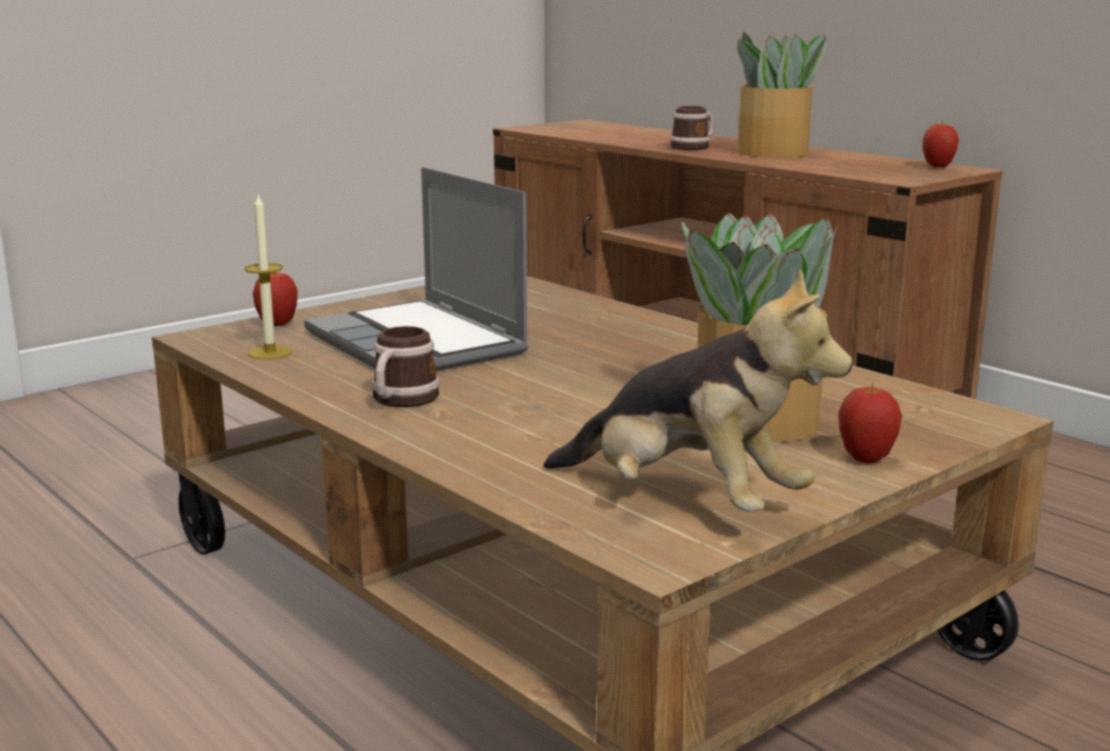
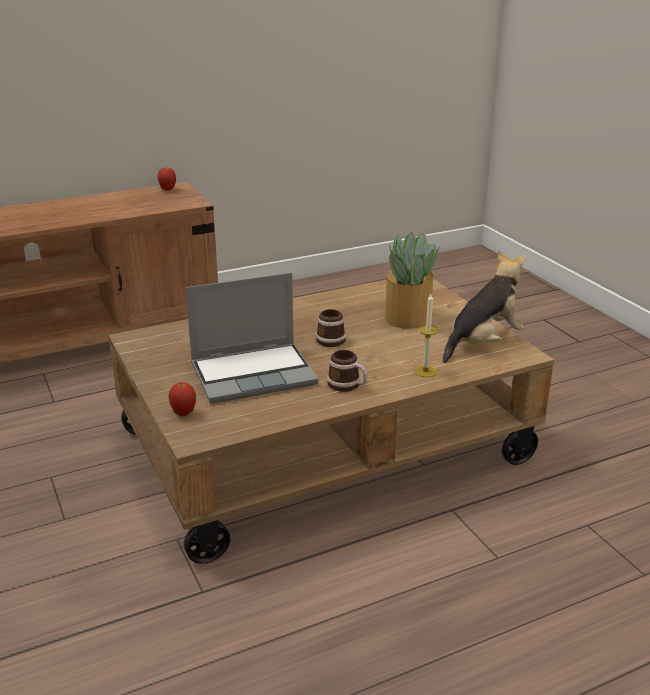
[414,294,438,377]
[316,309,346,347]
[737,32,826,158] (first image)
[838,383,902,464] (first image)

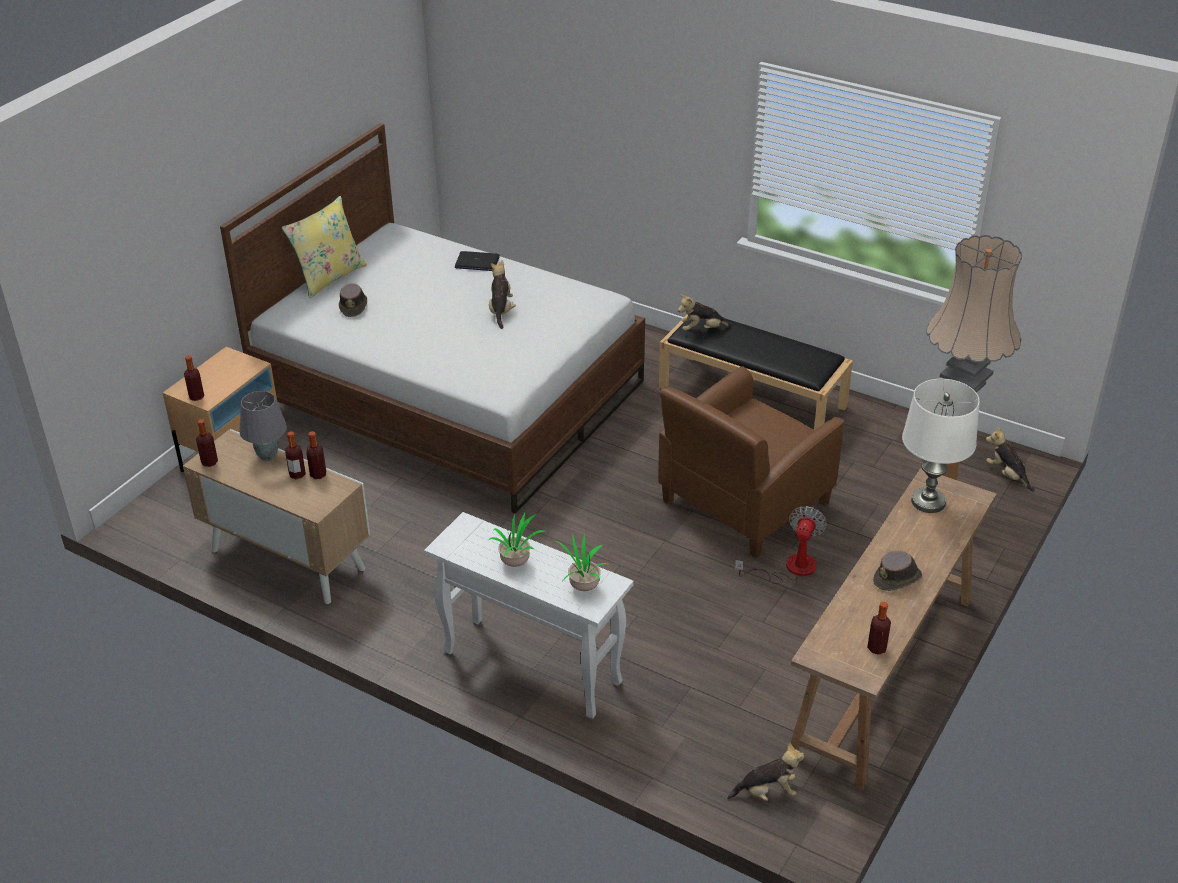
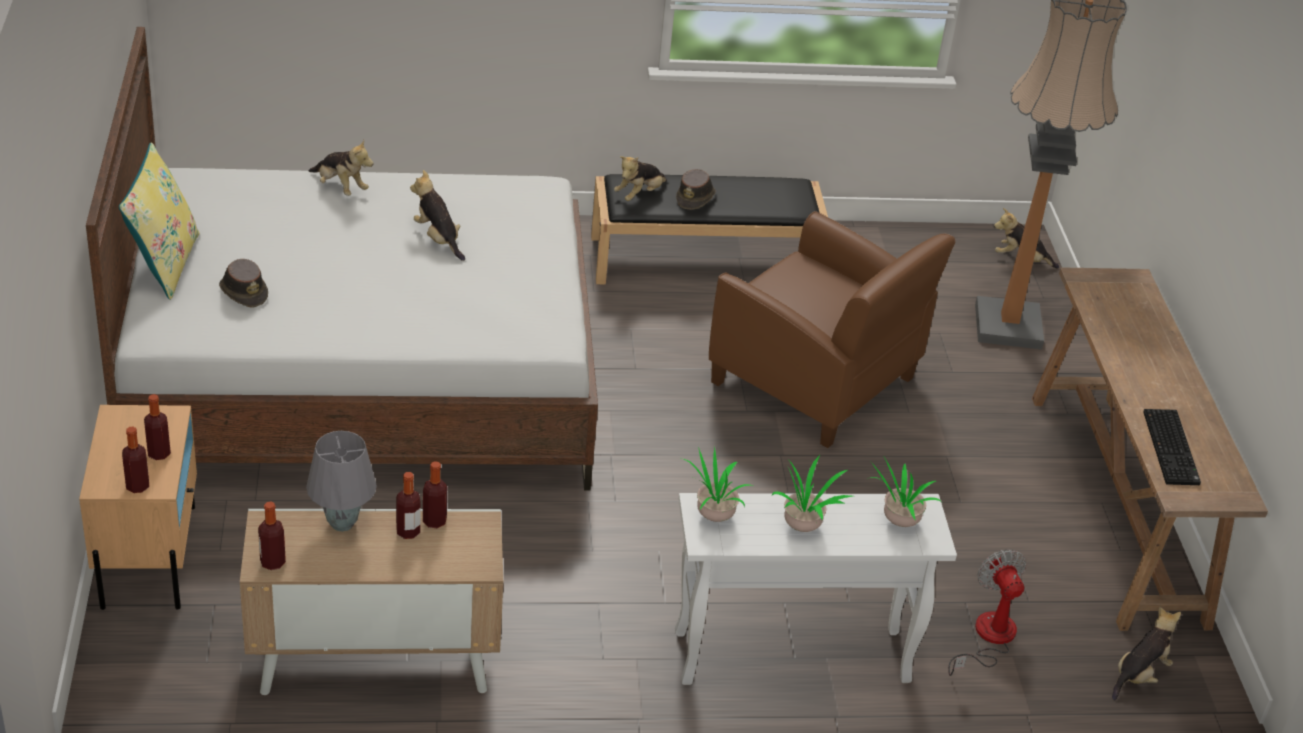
[309,140,374,196]
[709,211,955,448]
[948,549,1026,676]
[144,394,171,460]
[676,169,716,210]
[902,379,980,513] (first image)
[684,447,753,522]
[1143,409,1201,485]

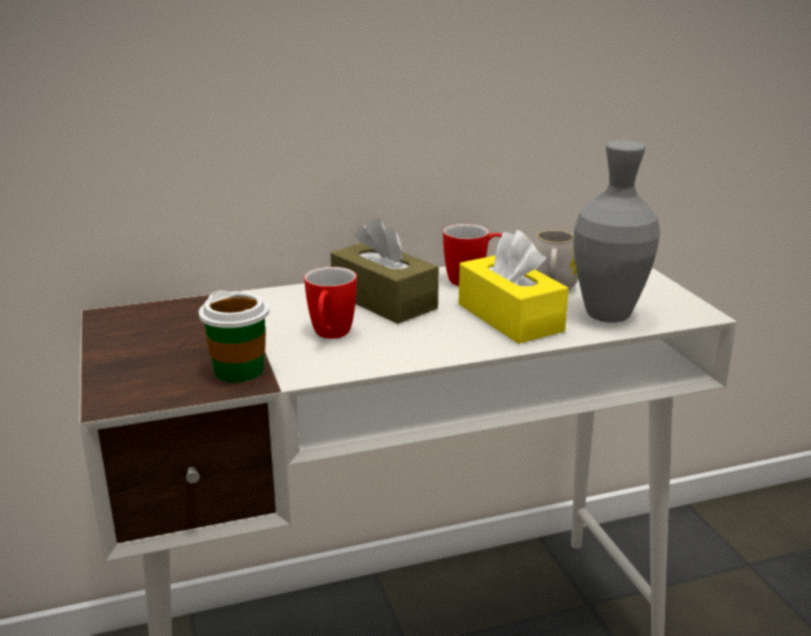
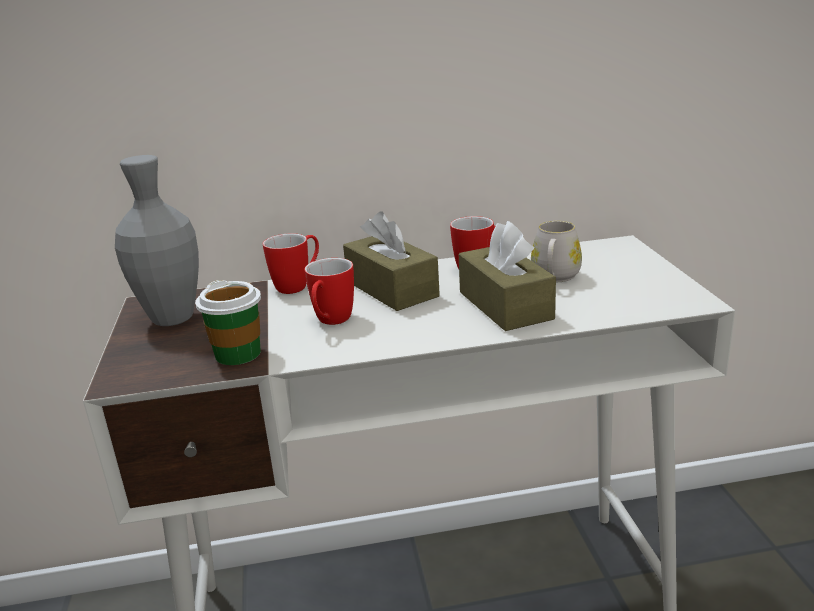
[459,221,556,331]
[115,155,199,326]
[263,233,319,294]

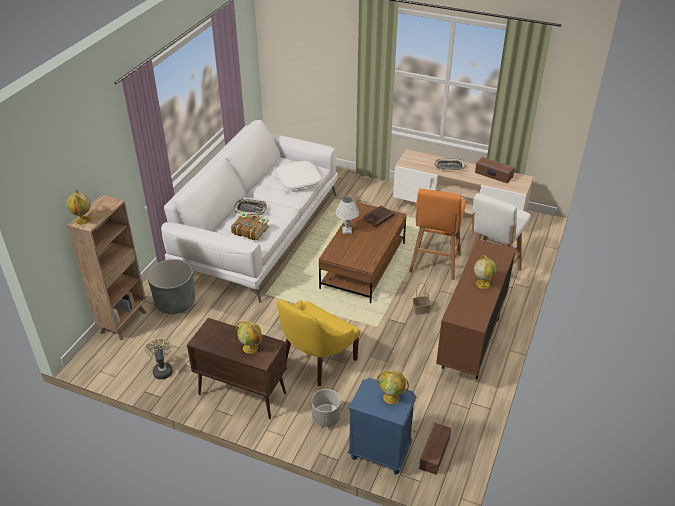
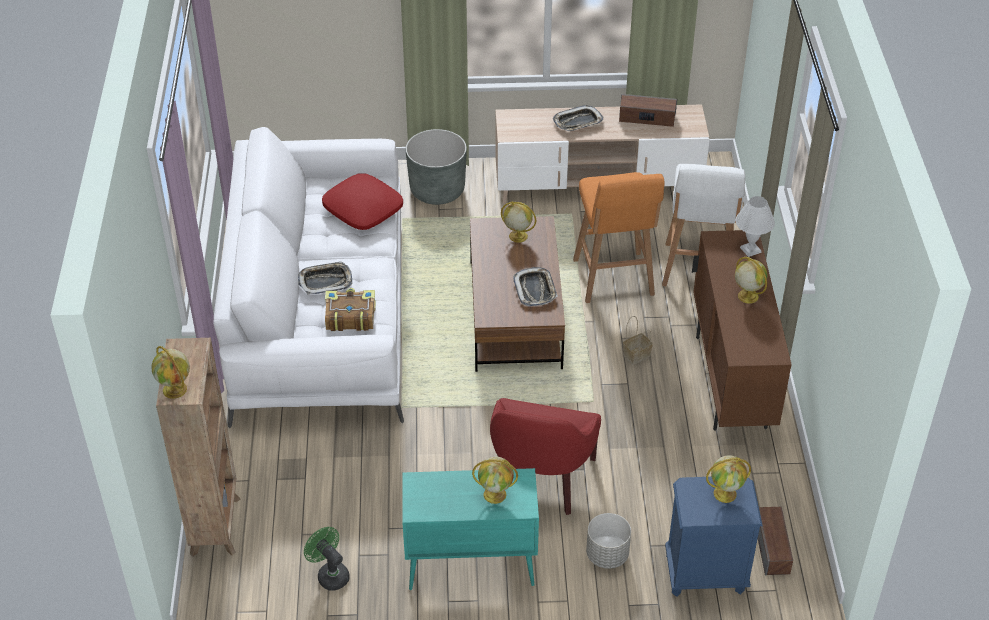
[304,527,350,591]
[406,129,467,205]
[402,468,539,590]
[322,173,403,230]
[490,398,601,515]
[736,196,775,257]
[501,201,536,243]
[513,267,558,306]

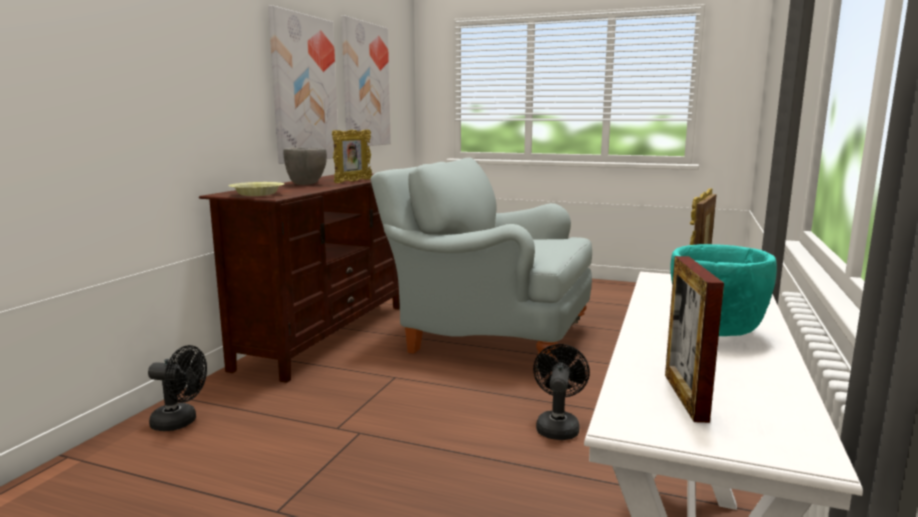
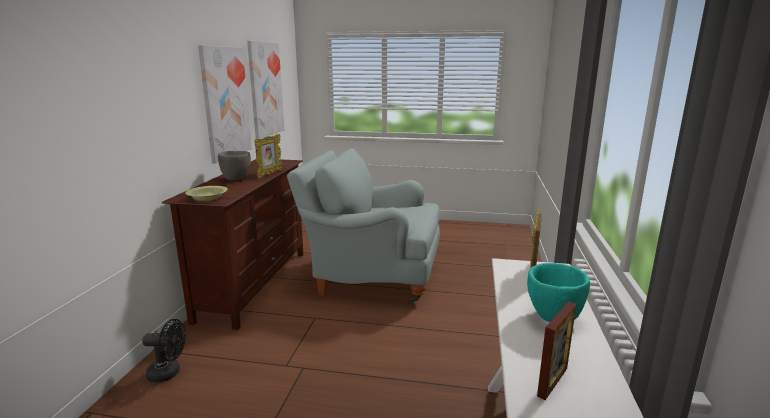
[533,344,590,440] (first image)
[537,302,576,400]

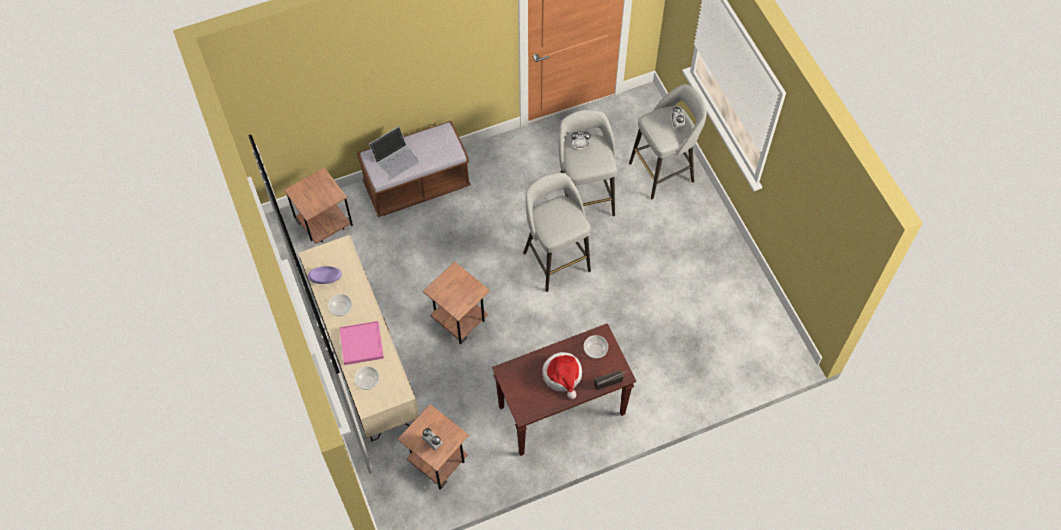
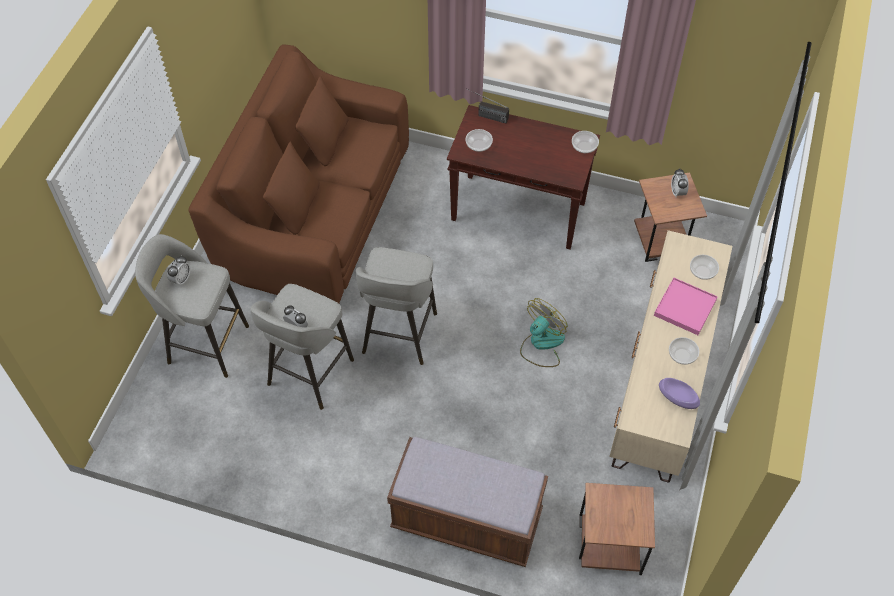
[369,126,419,179] (first image)
[520,298,568,367]
[542,352,582,399] (first image)
[189,44,409,303]
[572,131,599,153]

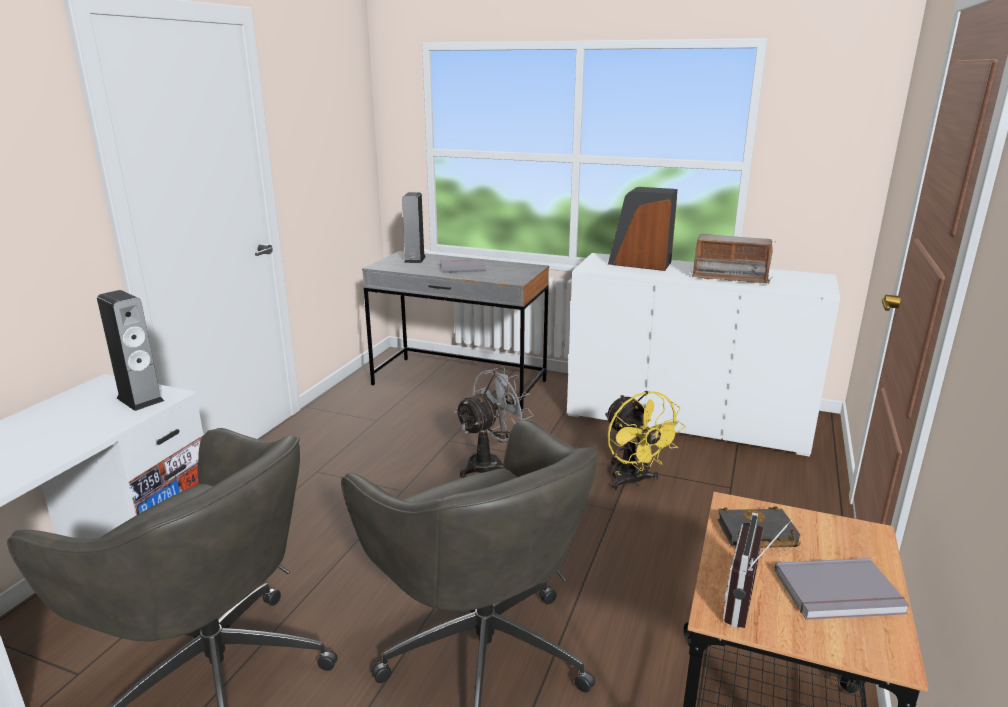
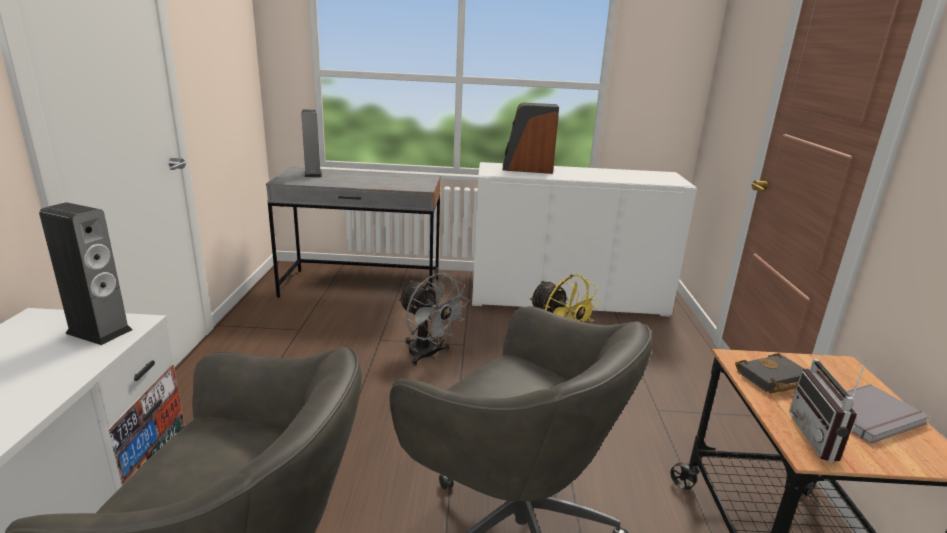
[441,259,486,273] (first image)
[398,273,470,366]
[691,234,776,284] (first image)

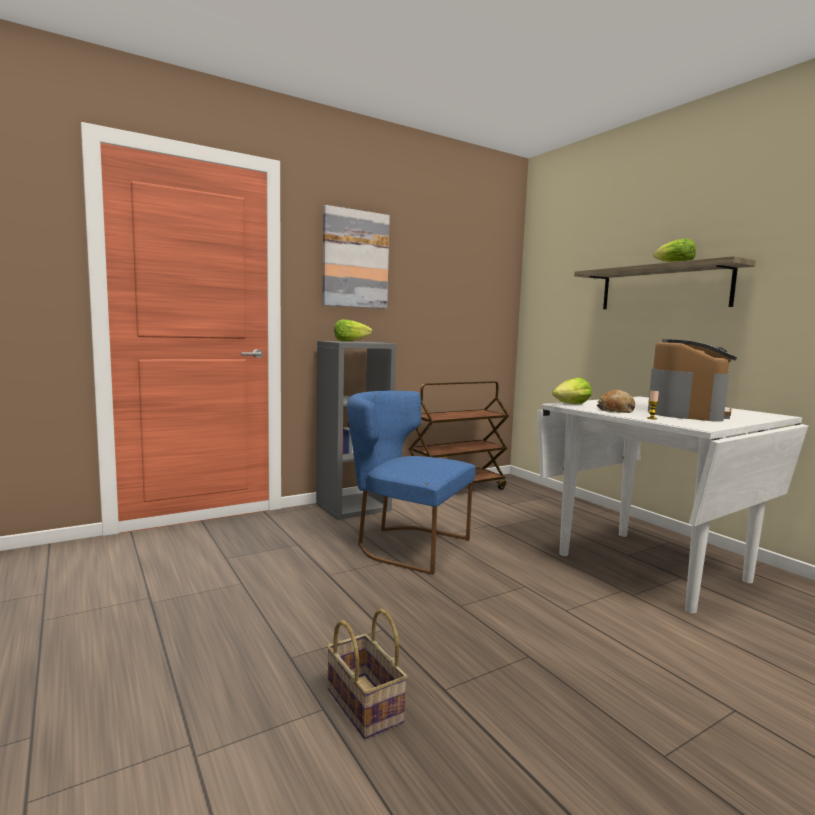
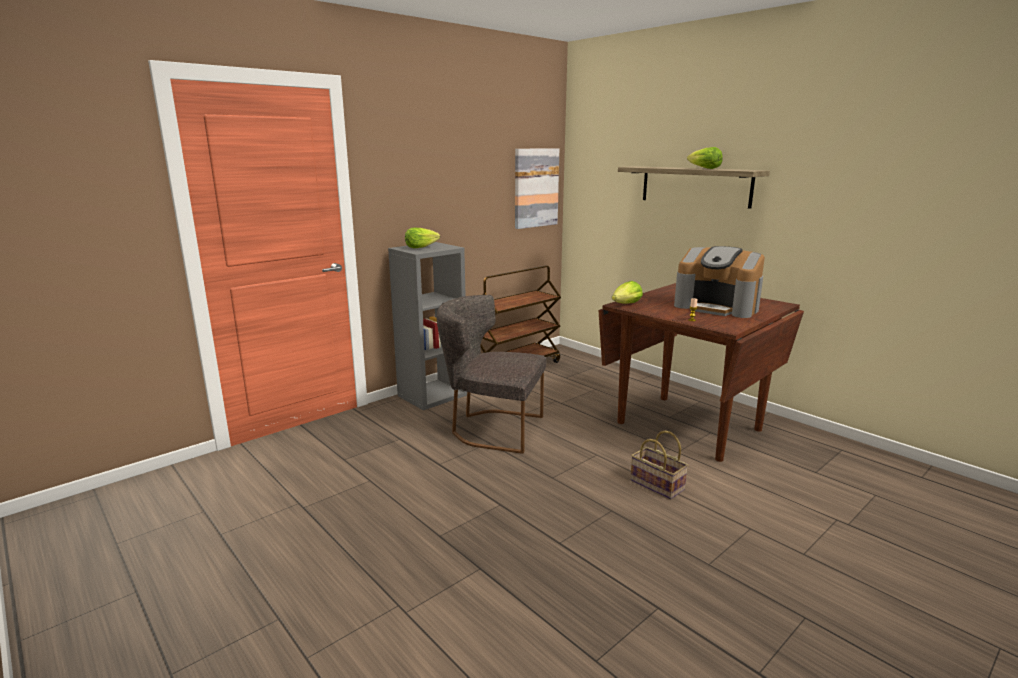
[515,148,559,229]
[630,431,688,499]
[437,295,546,454]
[598,283,804,462]
[597,390,635,413] (first image)
[674,246,765,318]

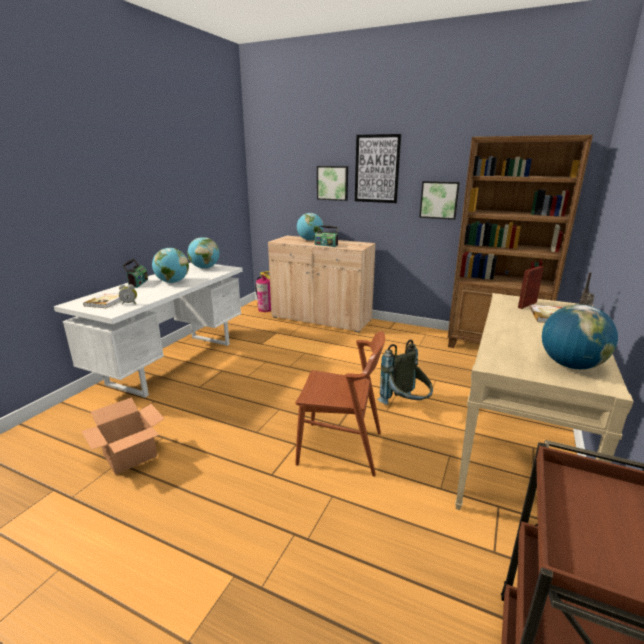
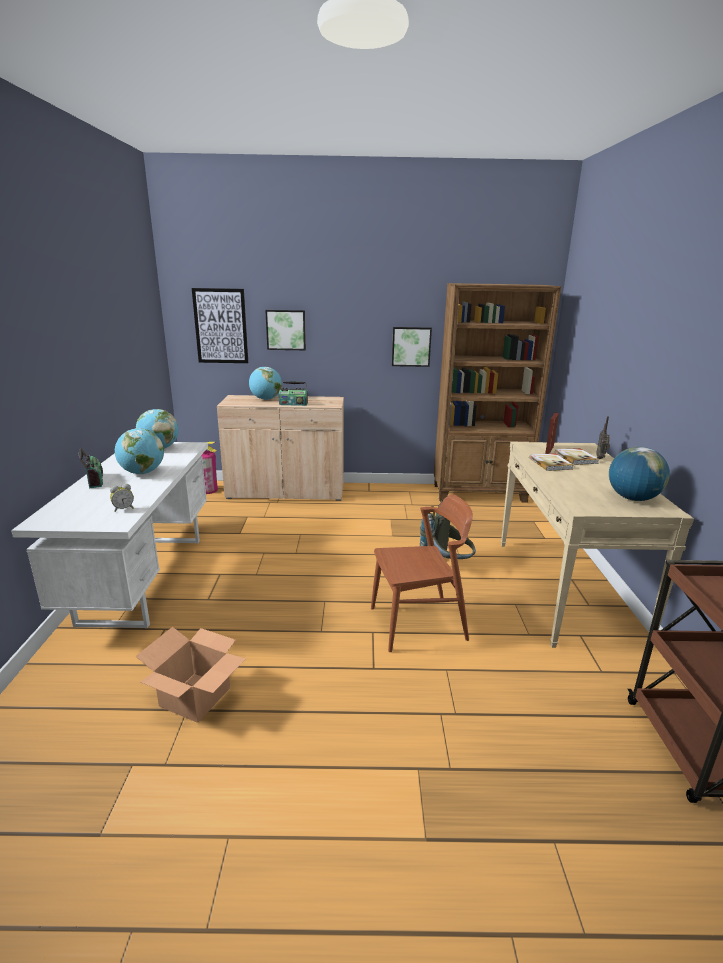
[529,453,574,471]
[192,288,248,363]

